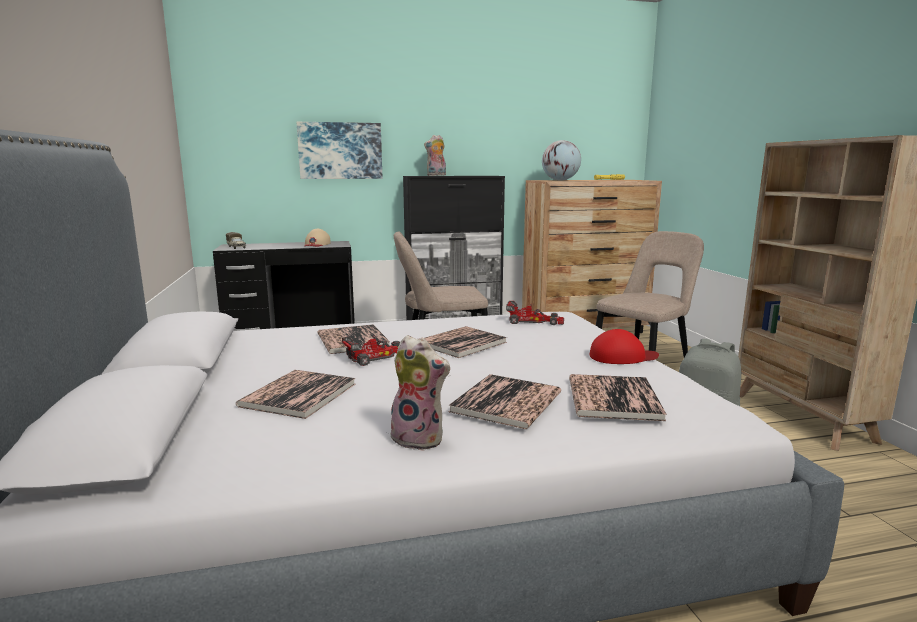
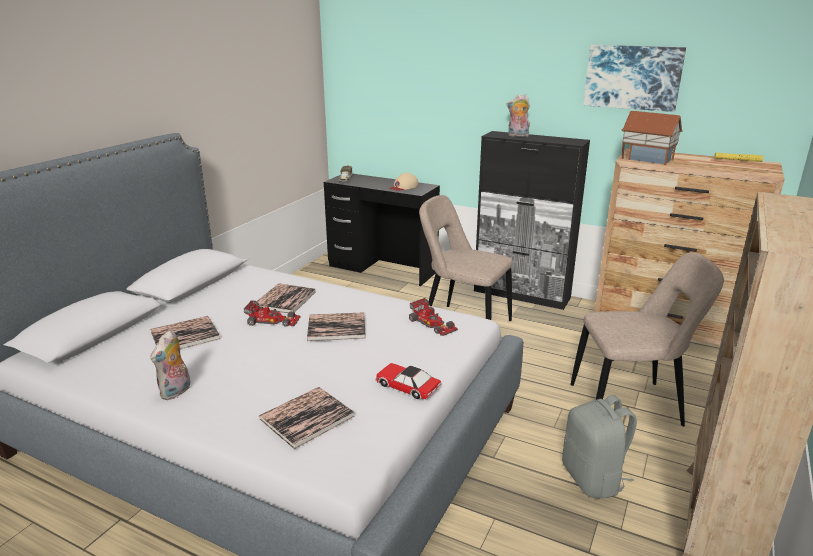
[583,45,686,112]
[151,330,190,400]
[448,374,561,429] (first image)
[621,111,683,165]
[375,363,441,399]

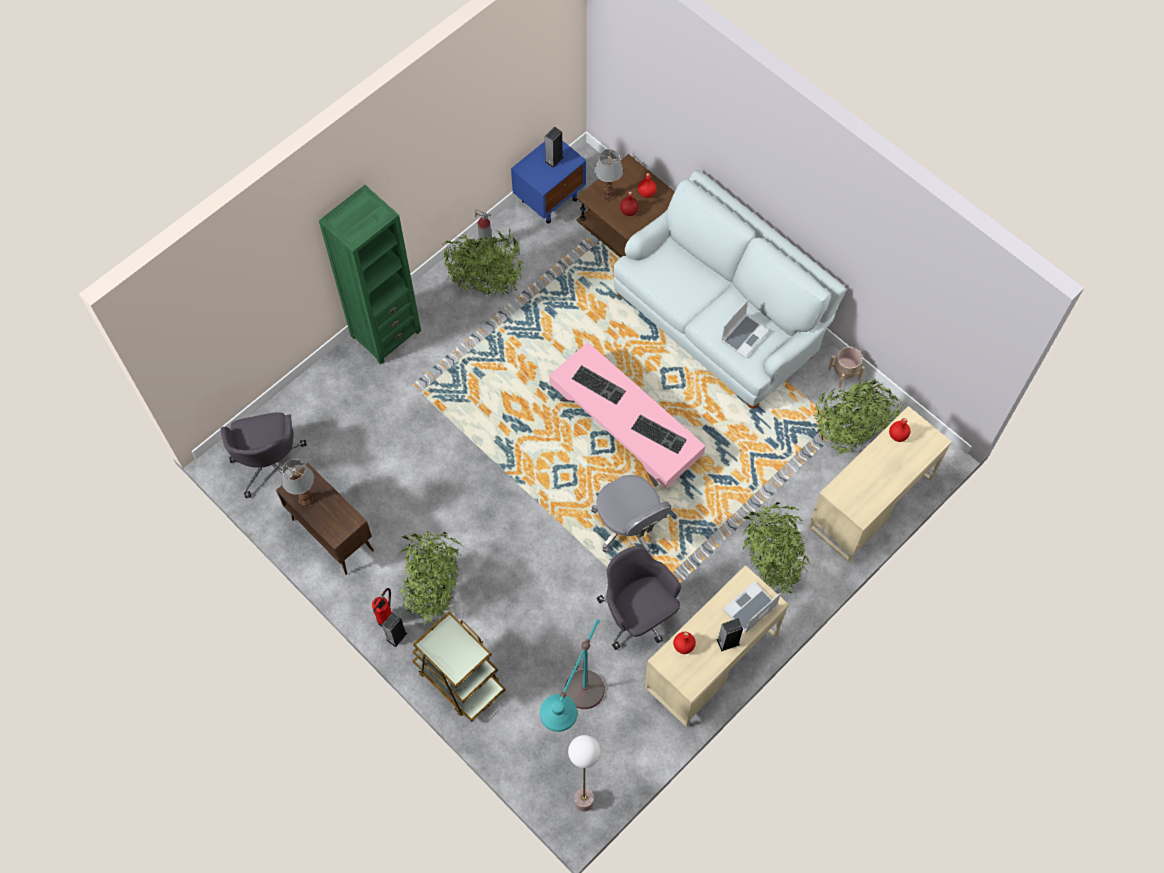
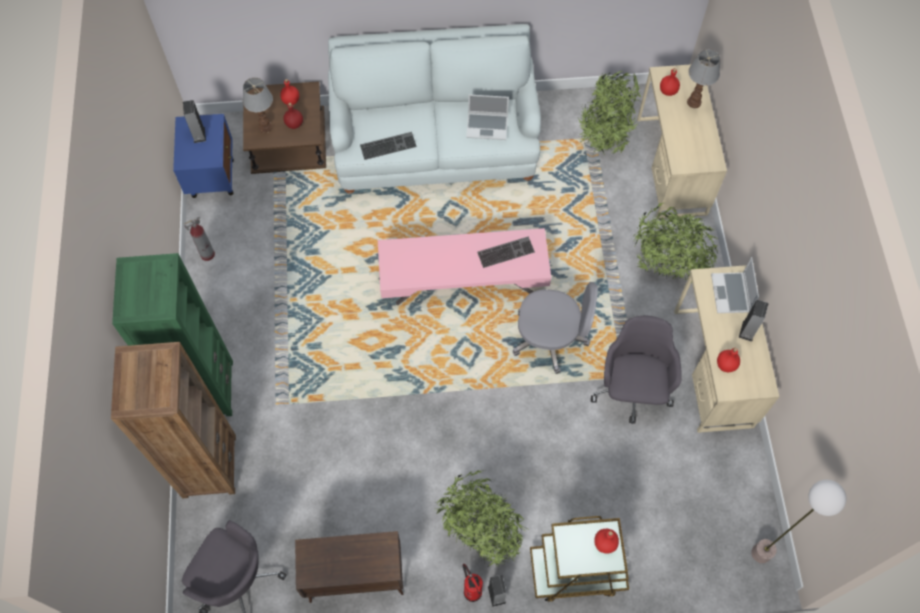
[687,49,720,108]
[442,227,523,297] (first image)
[540,619,605,732] (first image)
[360,132,417,160]
[591,316,682,424]
[466,94,509,140]
[828,347,865,388] (first image)
[111,342,236,498]
[594,529,619,554]

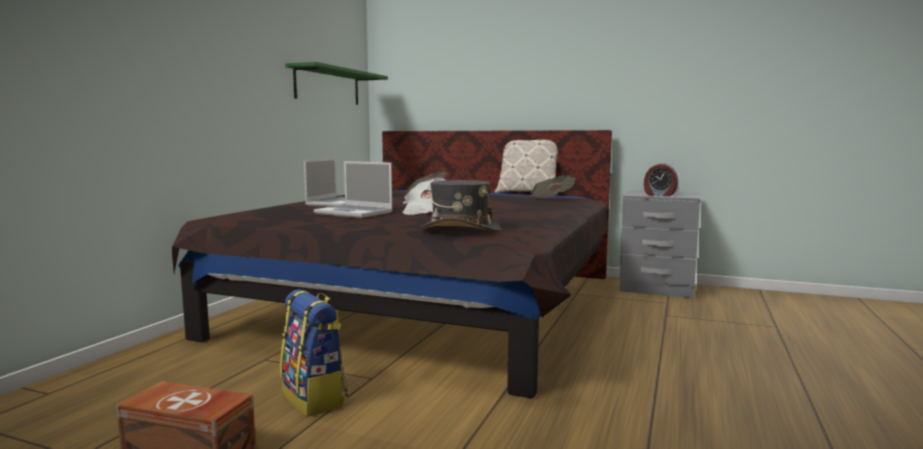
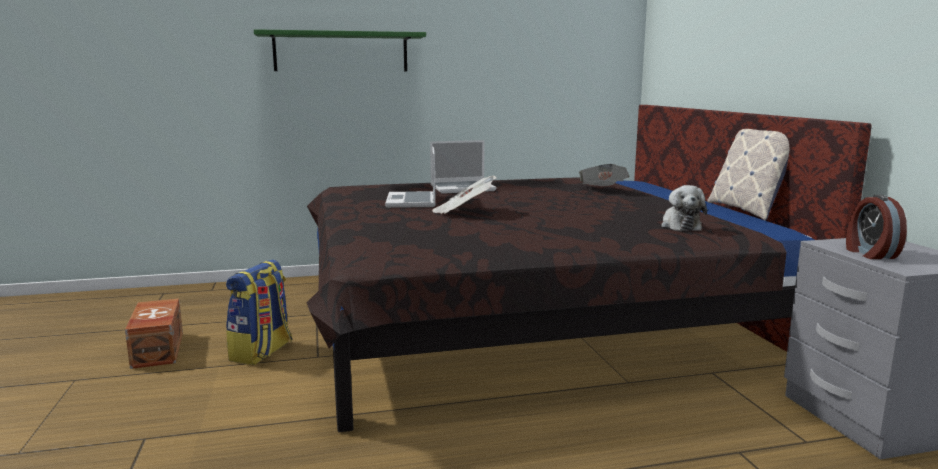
[254,29,426,72]
[420,180,501,232] (first image)
[661,185,707,231]

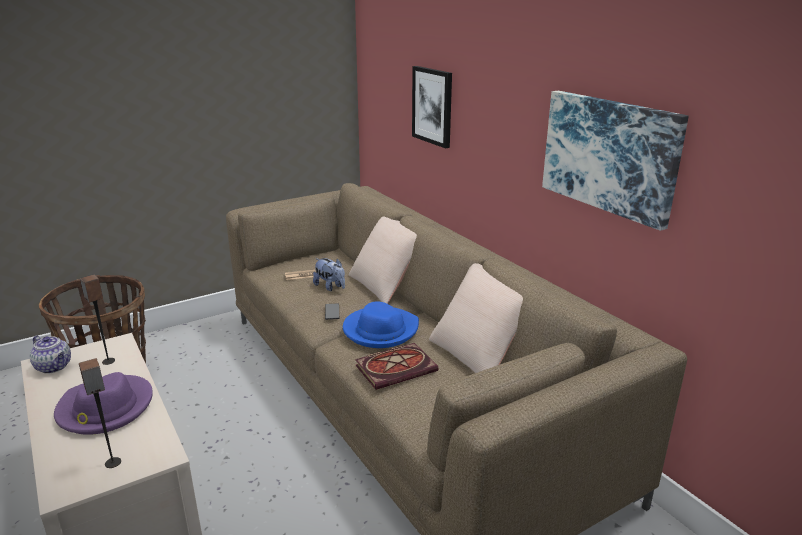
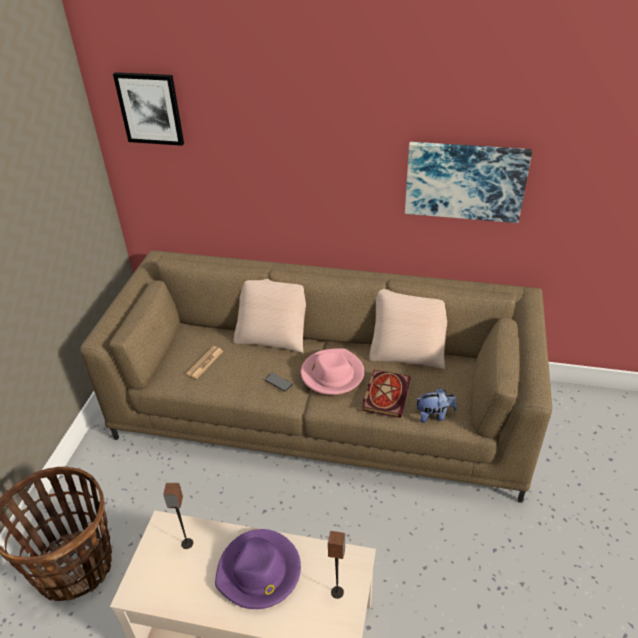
[30,335,71,374] (first image)
[415,388,457,423]
[301,348,364,395]
[113,72,184,146]

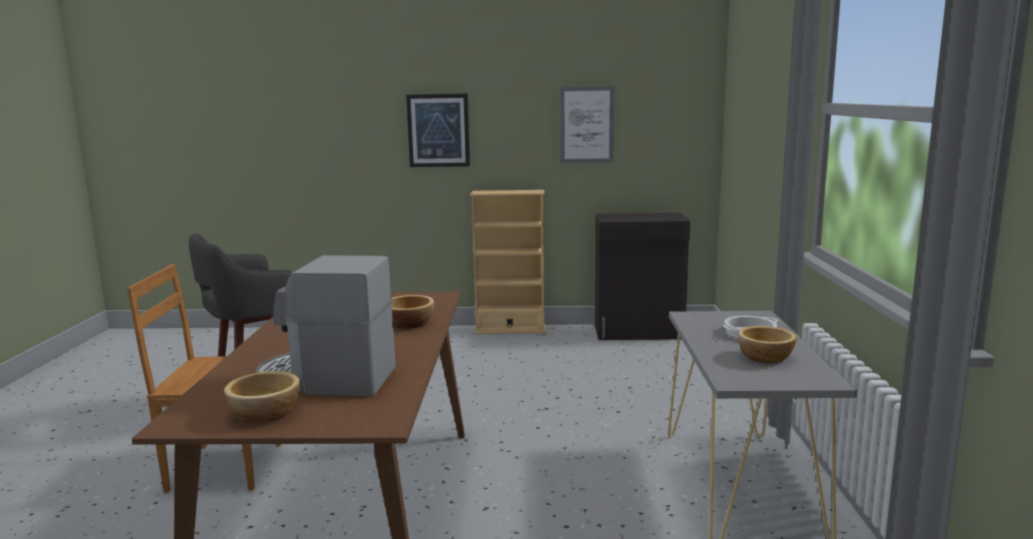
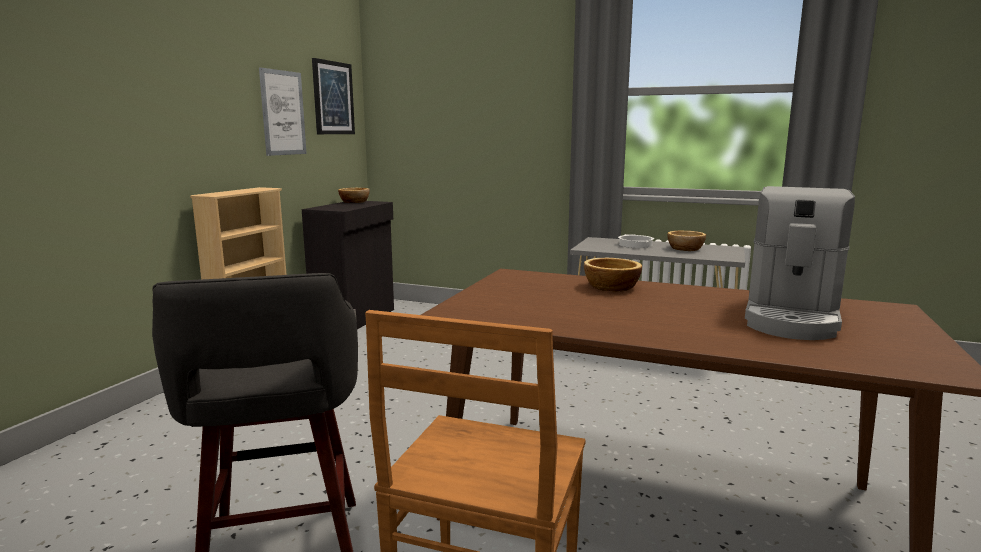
[338,188,370,203]
[312,58,355,134]

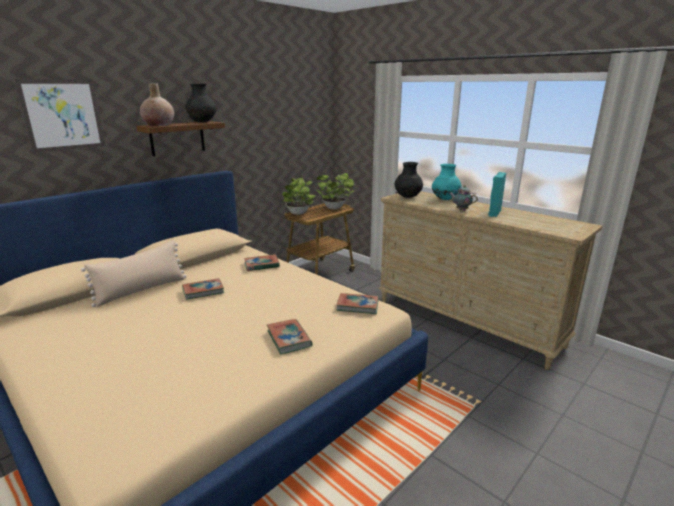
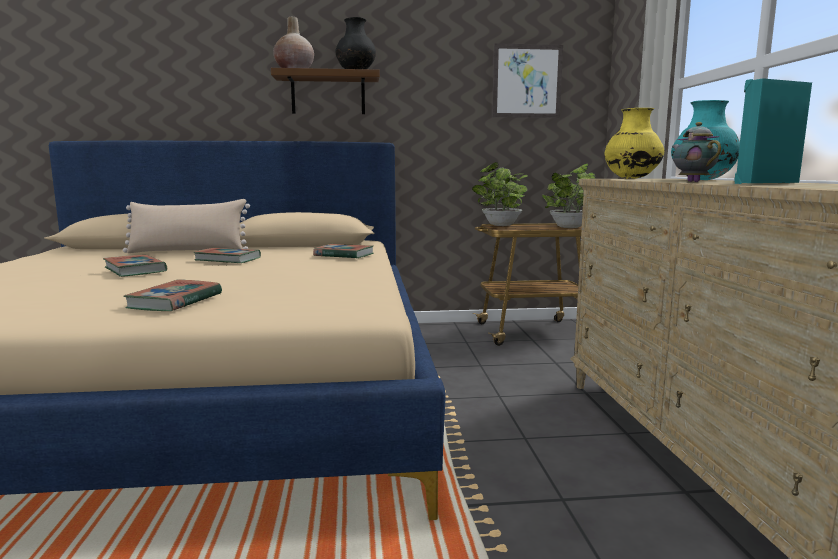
[492,43,563,118]
[103,255,167,277]
[604,108,664,179]

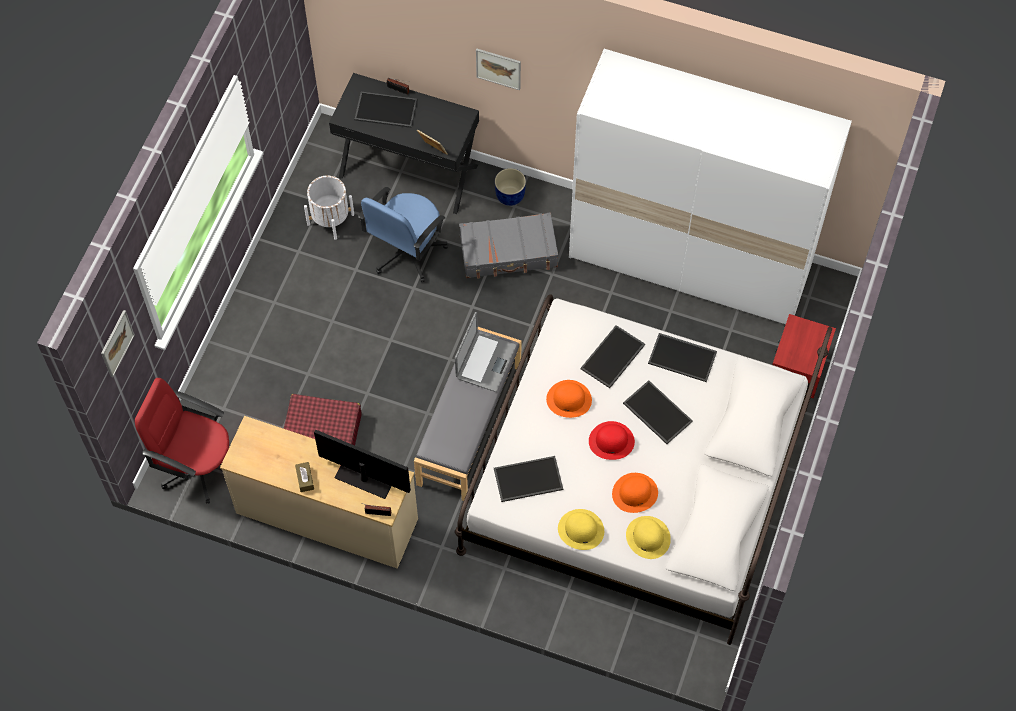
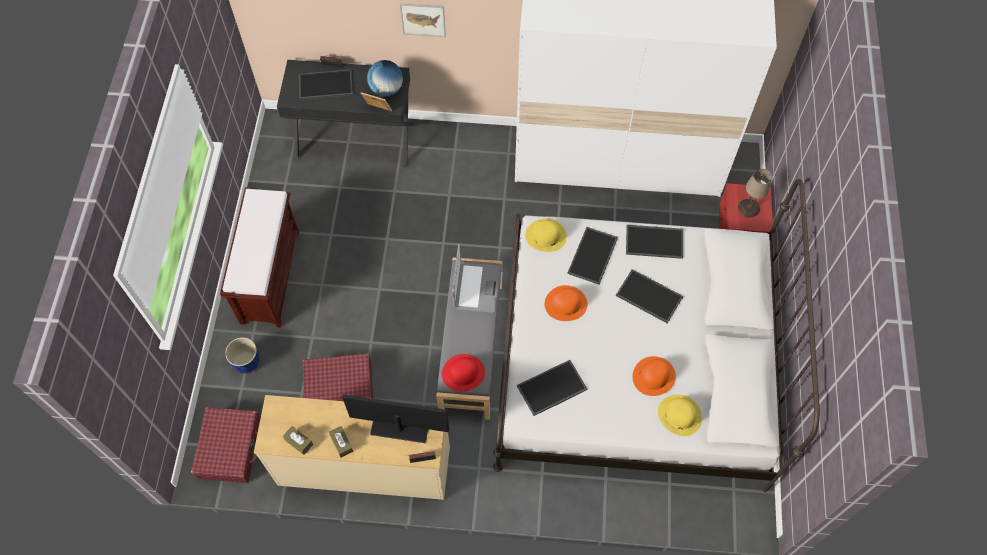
[101,310,135,378] (first image)
[191,407,261,483]
[304,175,354,240] (first image)
[358,187,448,282] (first image)
[459,212,558,279] (first image)
[225,337,260,373]
[525,219,567,252]
[442,354,485,392]
[220,187,299,327]
[283,426,313,455]
[367,60,403,97]
[738,169,772,218]

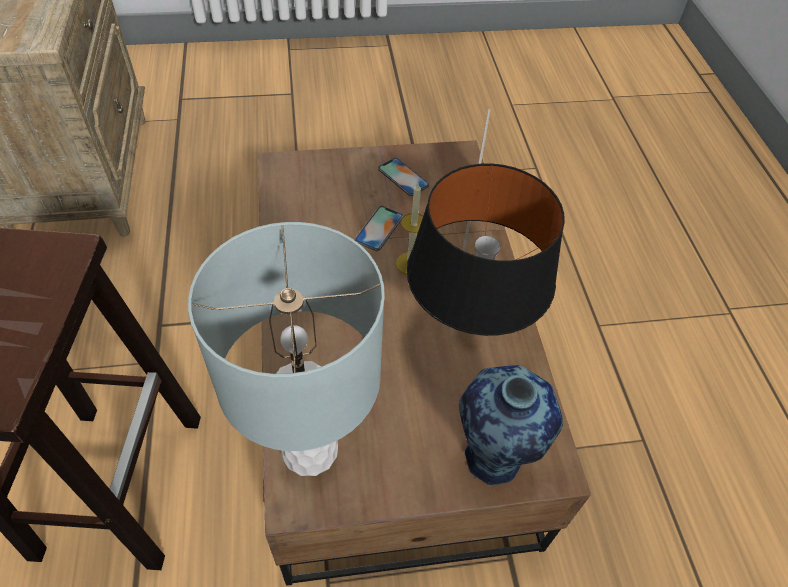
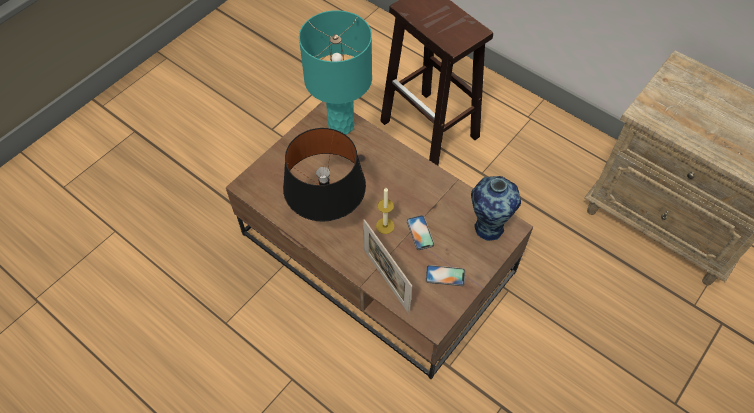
[299,10,372,135]
[471,176,521,241]

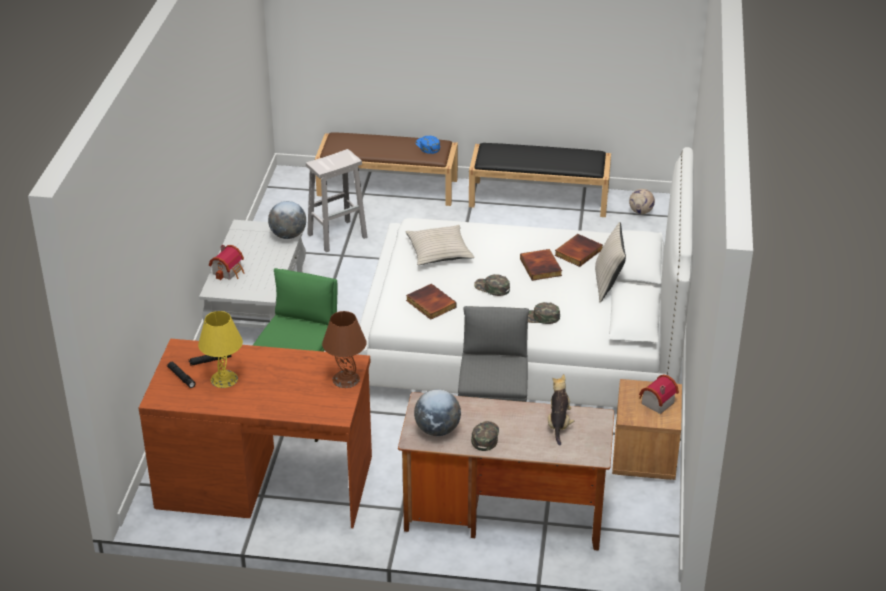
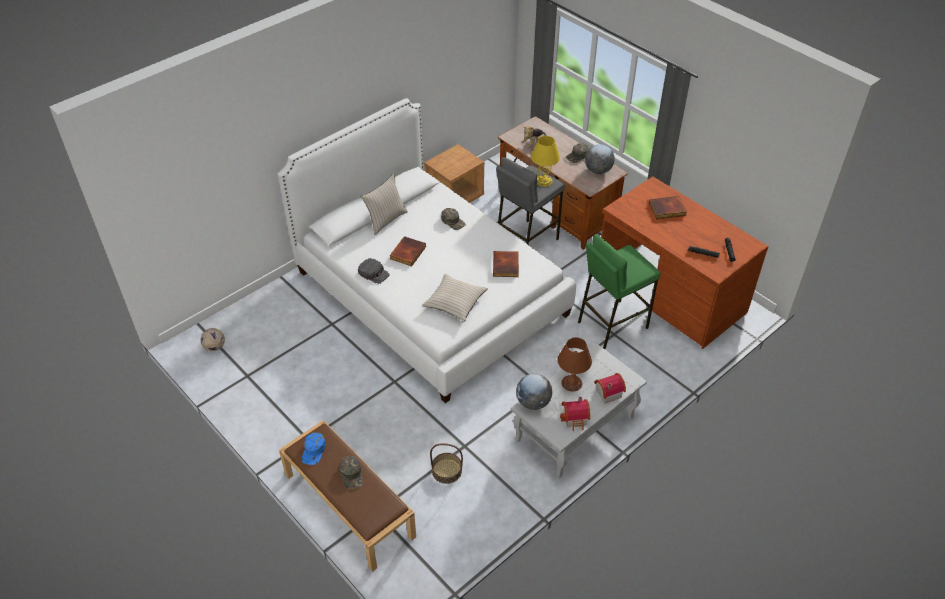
[531,136,560,187]
[430,443,463,484]
[557,337,592,392]
[469,143,611,217] (first image)
[339,456,364,489]
[649,196,687,219]
[560,397,590,431]
[358,258,390,284]

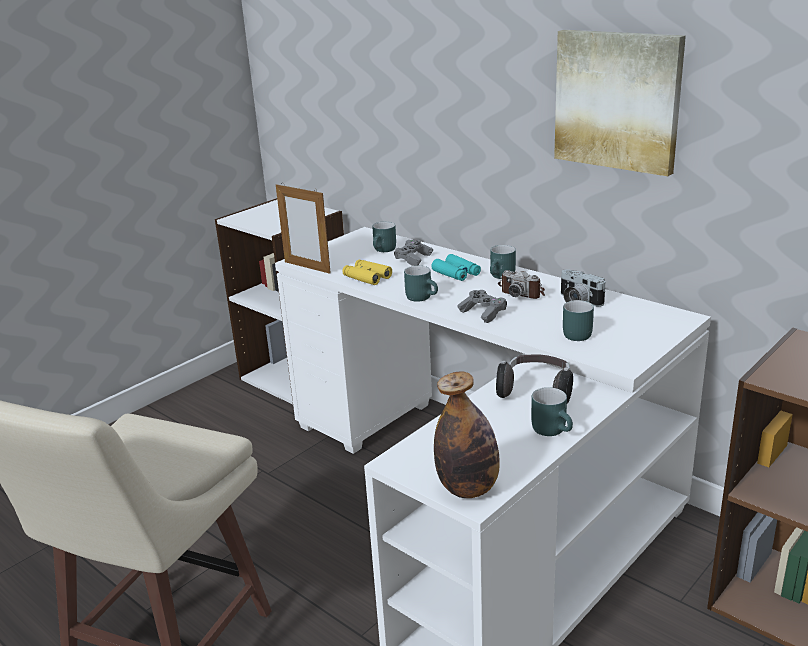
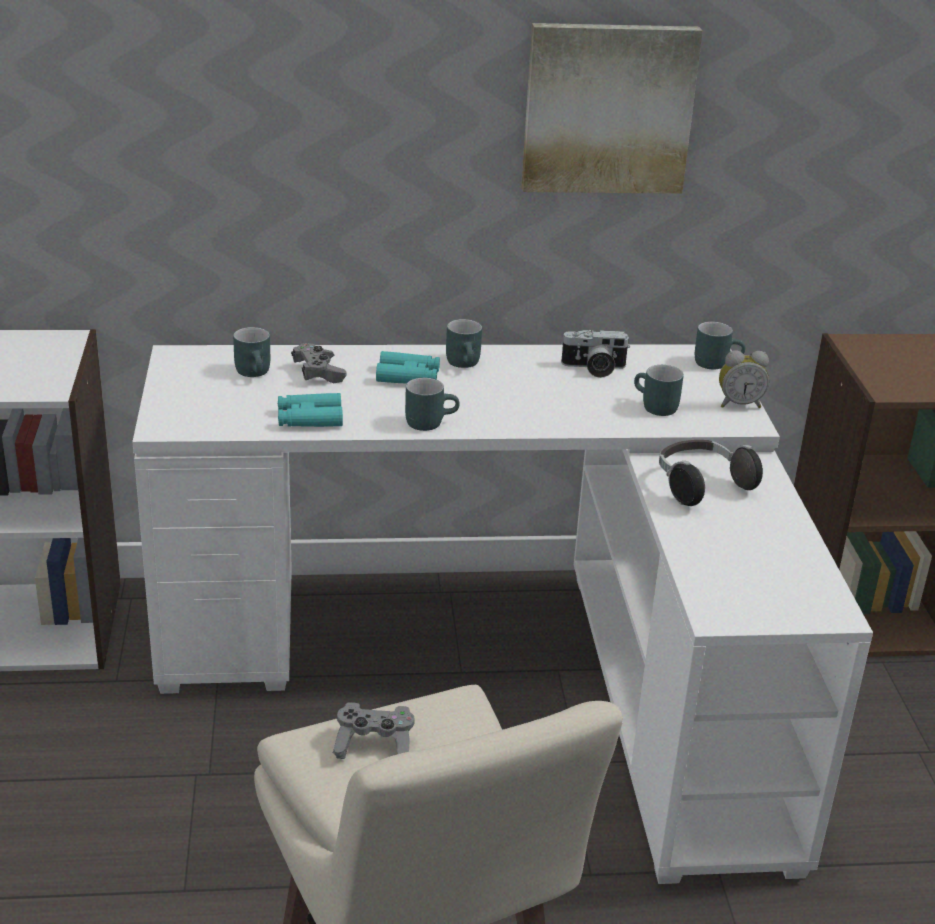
[276,183,331,274] (first image)
[278,393,343,427]
[434,371,500,498] (first image)
[333,702,415,759]
[498,270,545,299] (first image)
[695,322,745,369]
[719,350,769,408]

